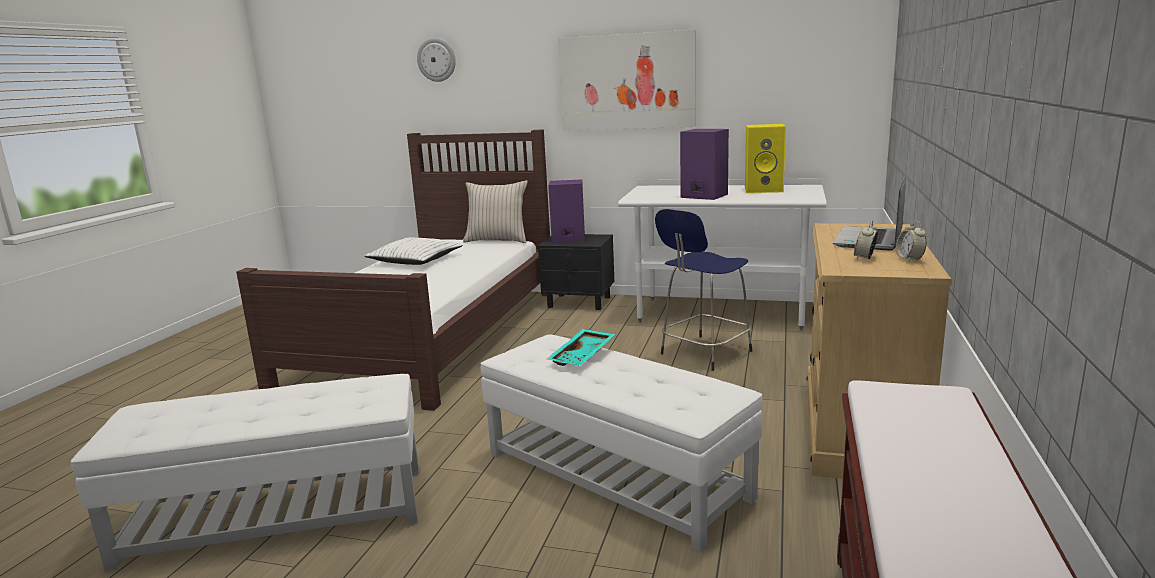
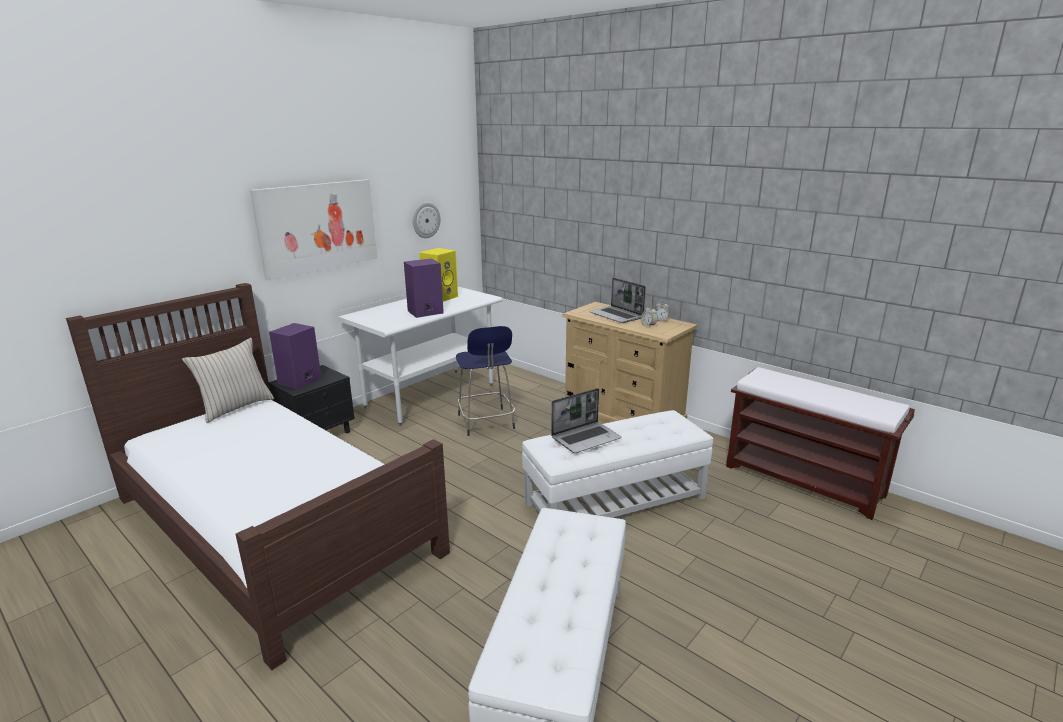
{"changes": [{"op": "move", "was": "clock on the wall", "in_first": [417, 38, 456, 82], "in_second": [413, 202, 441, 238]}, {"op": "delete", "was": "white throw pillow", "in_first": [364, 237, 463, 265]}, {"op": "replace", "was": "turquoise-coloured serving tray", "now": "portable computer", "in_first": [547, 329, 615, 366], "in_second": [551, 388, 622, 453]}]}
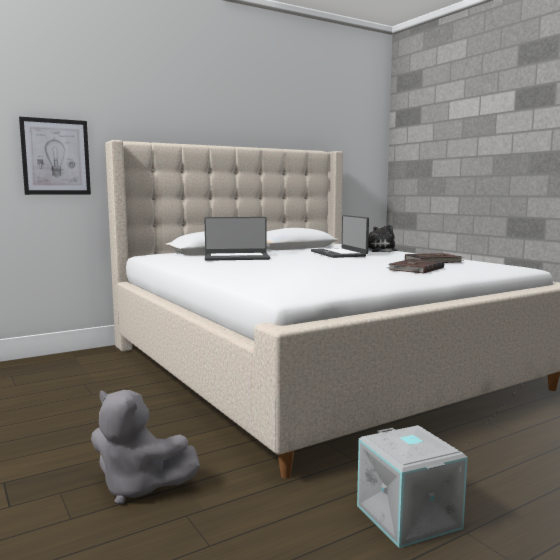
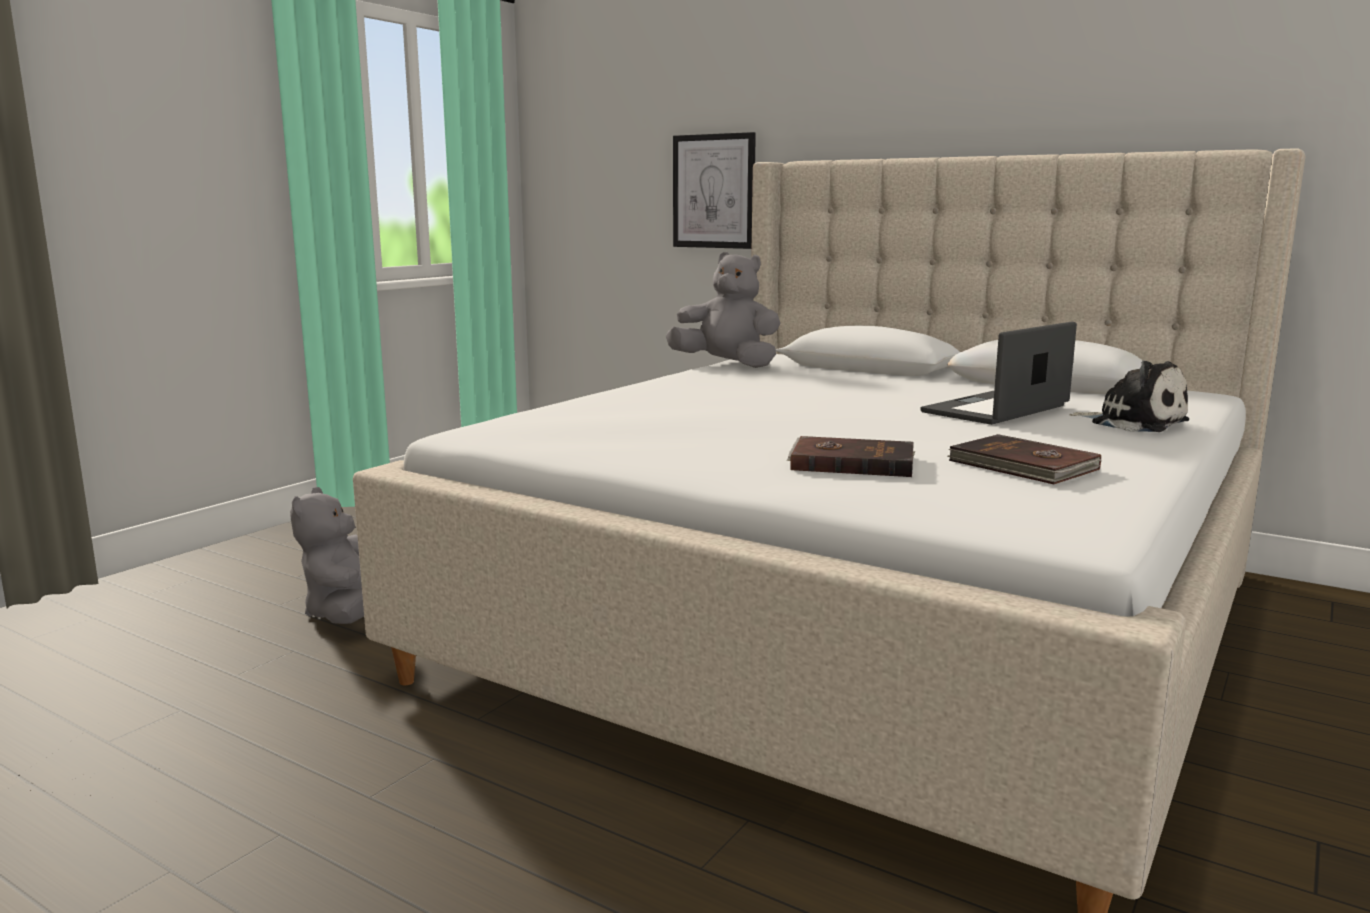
{"changes": [{"op": "delete", "was": "portable computer", "in_first": [204, 217, 270, 261]}, {"op": "delete", "was": "grey storage bin", "in_first": [357, 425, 468, 548]}, {"op": "insert", "now": "grey plush toy", "in_second": [666, 252, 780, 368]}]}
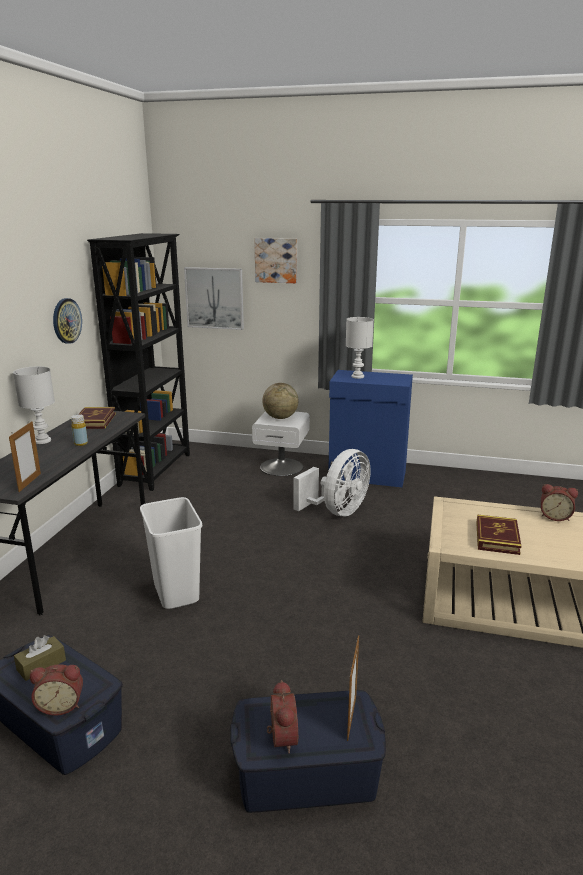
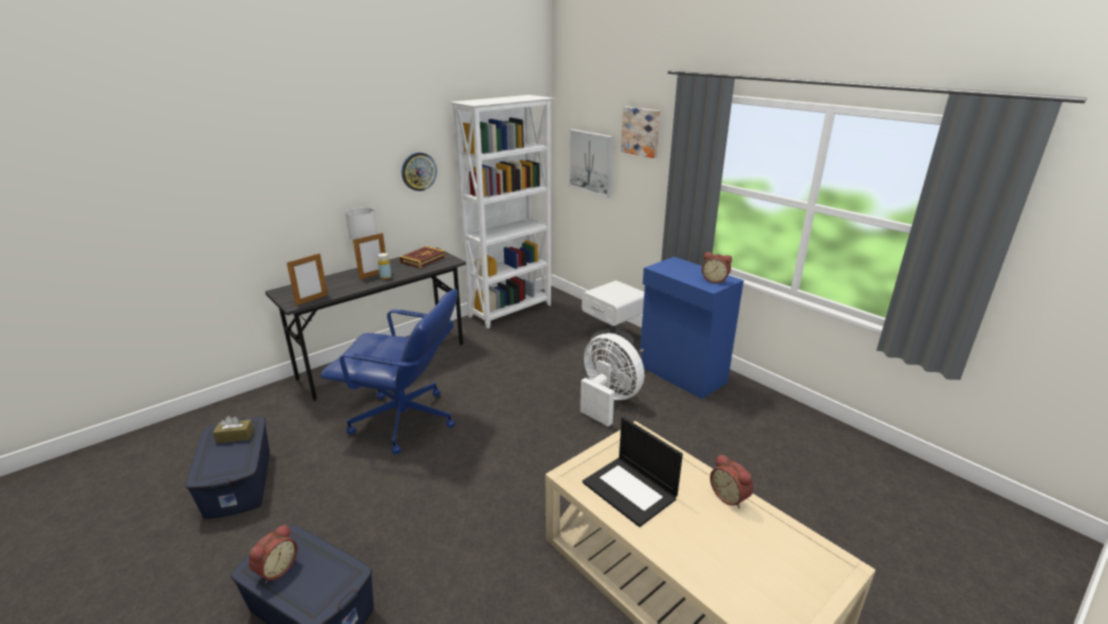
{"changes": [{"op": "recolor", "was": "blackish bookshelf", "now": "white bookshelf", "in_first": [87, 233, 190, 491], "in_second": [450, 95, 555, 329]}, {"op": "delete", "was": "white lamp for a table", "in_first": [346, 317, 374, 379]}, {"op": "delete", "was": "globe", "in_first": [262, 383, 299, 419]}, {"op": "rotate", "was": "white fan", "in_first": [294, 449, 371, 516], "in_second": [580, 333, 644, 426], "clockwise": -120}, {"op": "replace", "was": "white waste bin", "now": "blue-coloured office chair", "in_first": [140, 497, 202, 609], "in_second": [320, 289, 458, 454]}, {"op": "replace", "was": "book", "now": "portable computer", "in_first": [476, 514, 521, 555], "in_second": [582, 417, 683, 527]}, {"op": "move", "was": "standing frame", "in_first": [347, 635, 359, 741], "in_second": [353, 232, 386, 279]}, {"op": "move", "was": "alarm clock", "in_first": [30, 664, 83, 716], "in_second": [702, 252, 732, 283]}]}
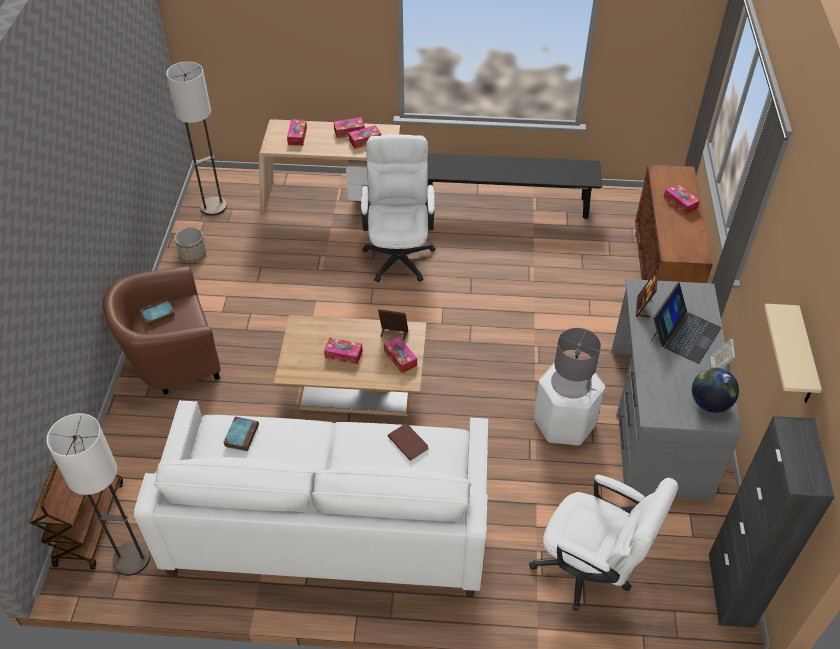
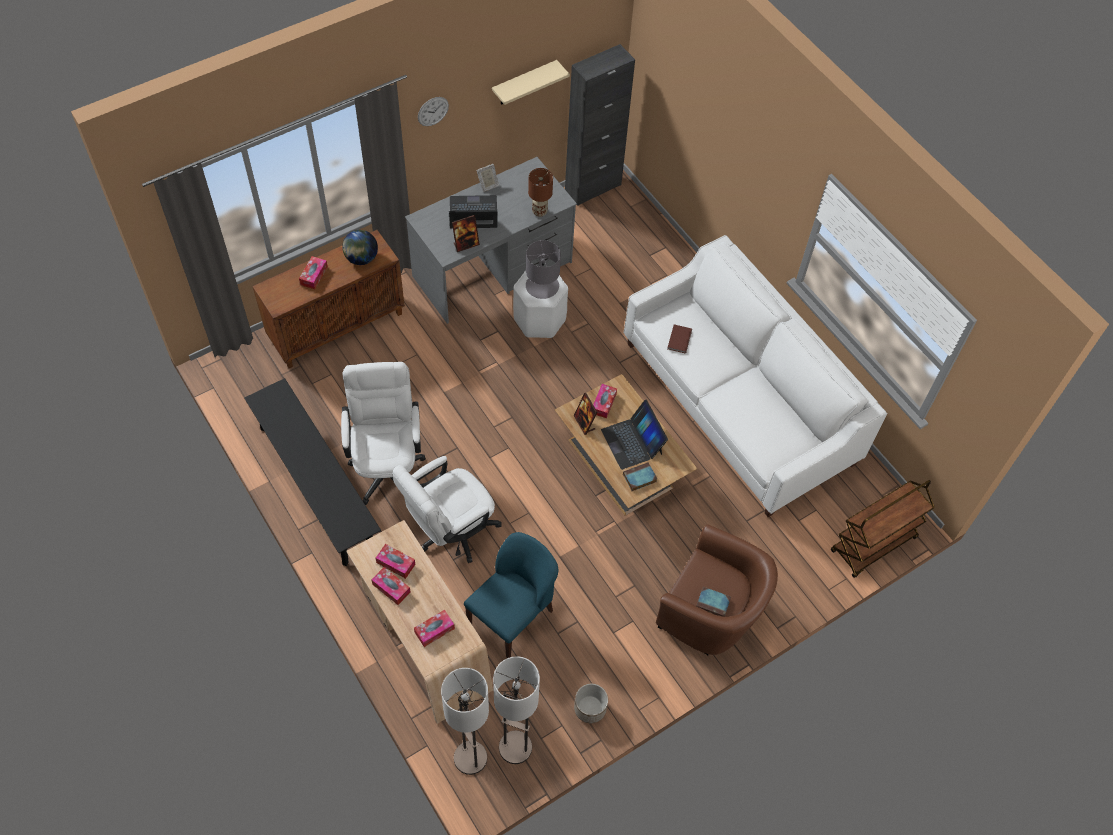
{"changes": [{"op": "replace", "was": "tissue box", "now": "portable computer", "in_first": [324, 338, 363, 365], "in_second": [601, 400, 668, 470]}, {"op": "move", "was": "globe", "in_first": [692, 367, 739, 413], "in_second": [342, 230, 378, 265]}, {"op": "move", "was": "floor lamp", "in_first": [46, 413, 150, 576], "in_second": [441, 668, 489, 775]}, {"op": "move", "was": "book", "in_first": [223, 417, 259, 451], "in_second": [623, 462, 657, 491]}, {"op": "move", "was": "white office chair", "in_first": [529, 475, 678, 611], "in_second": [341, 362, 426, 505]}, {"op": "insert", "now": "clock on the wall", "in_second": [418, 97, 449, 126]}, {"op": "insert", "now": "brown lamp for a table", "in_second": [528, 168, 553, 217]}, {"op": "insert", "now": "blue-coloured plain chair", "in_second": [464, 532, 558, 658]}]}
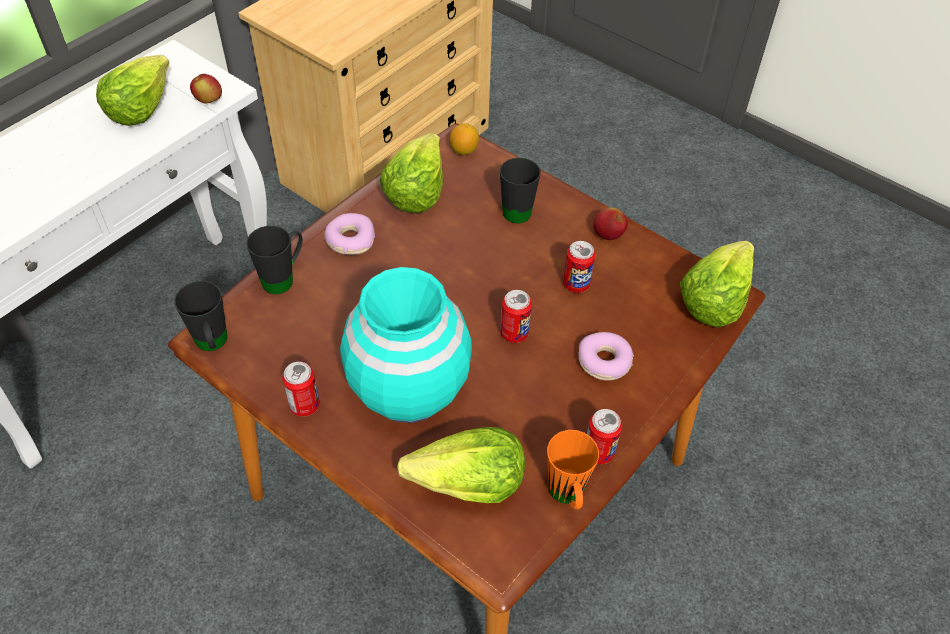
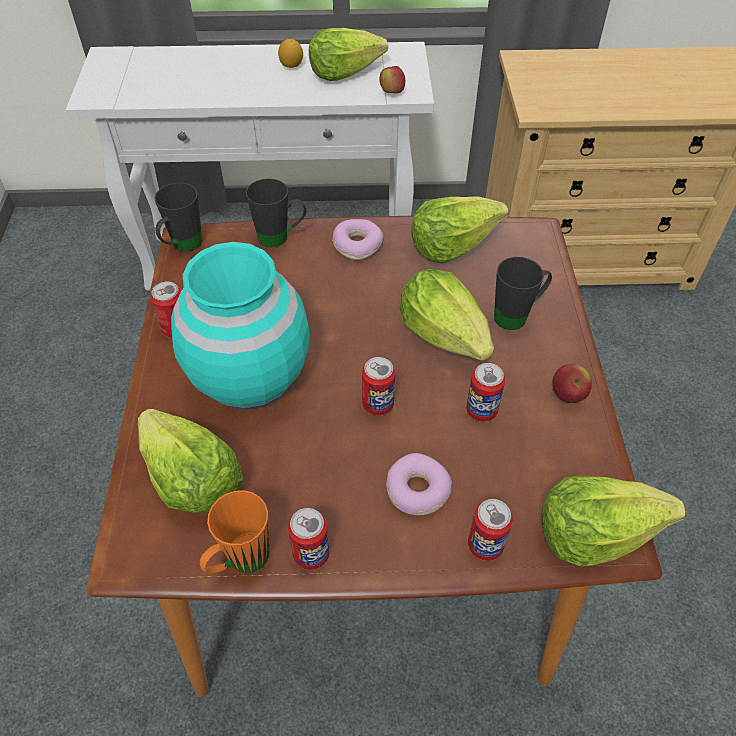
{"changes": [{"op": "move", "was": "whole lemon", "in_first": [449, 123, 479, 155], "in_second": [278, 39, 303, 68]}, {"op": "insert", "now": "lettuce head", "in_second": [400, 269, 494, 361]}, {"op": "insert", "now": "sealed can", "in_second": [468, 499, 513, 561]}]}
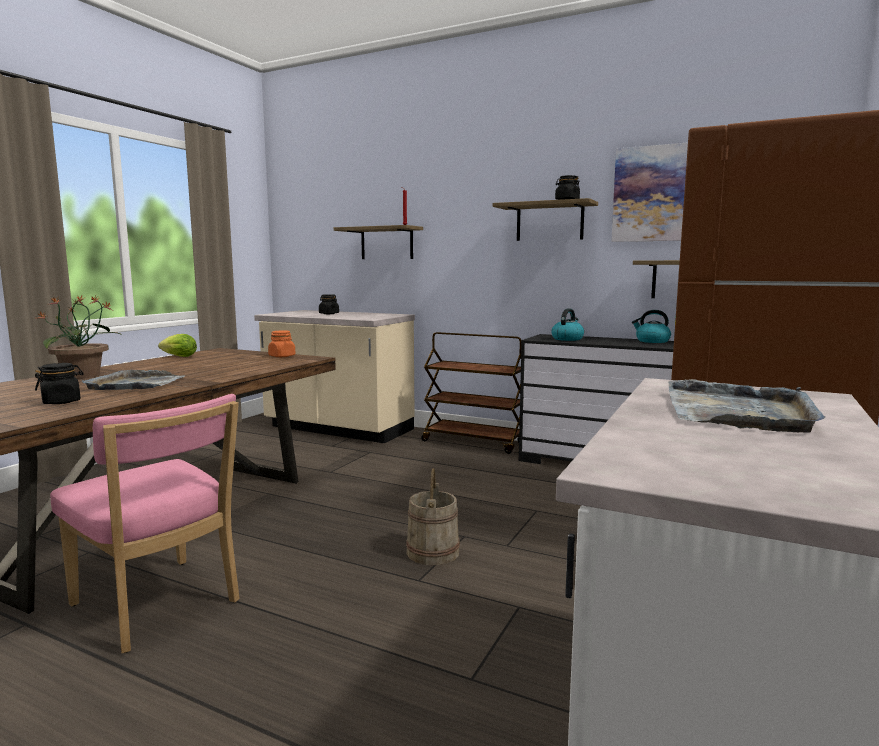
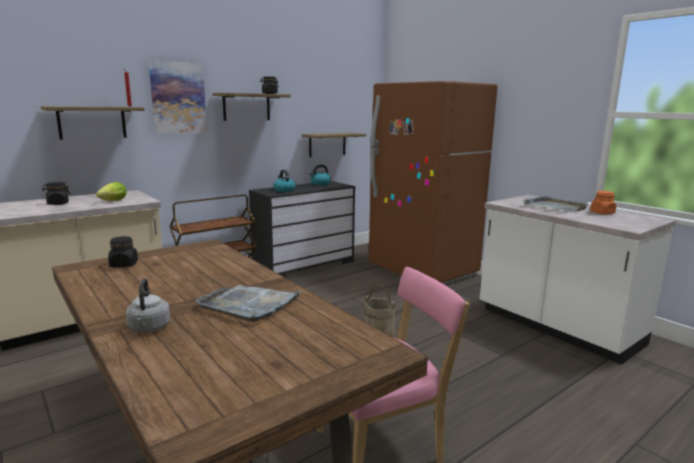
{"changes": [{"op": "move", "was": "wall art", "in_first": [611, 143, 688, 242], "in_second": [148, 60, 207, 134]}, {"op": "replace", "was": "houseplant", "now": "grey tea kettle", "in_first": [38, 295, 122, 379], "in_second": [126, 278, 170, 333]}, {"op": "move", "was": "orangey storage jar", "in_first": [268, 330, 296, 357], "in_second": [590, 191, 616, 214]}, {"op": "move", "was": "lettuce head", "in_first": [158, 334, 197, 357], "in_second": [96, 182, 127, 201]}, {"op": "move", "was": "blackish storage jar", "in_first": [35, 363, 84, 404], "in_second": [108, 236, 138, 268]}]}
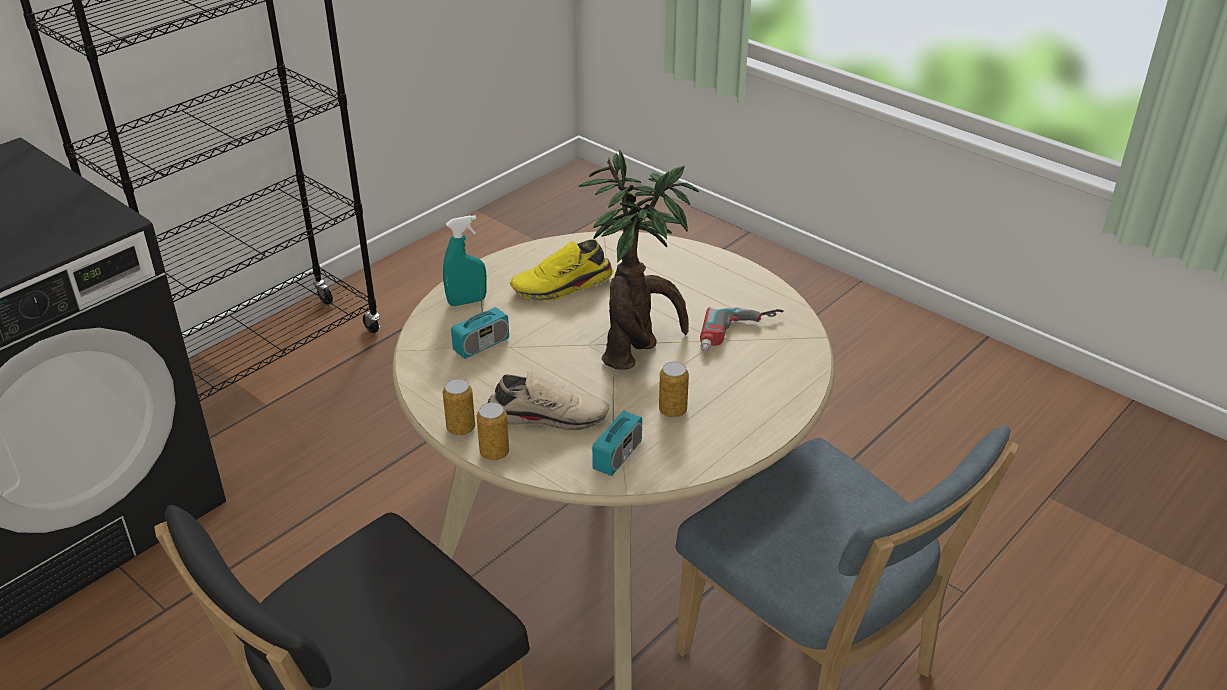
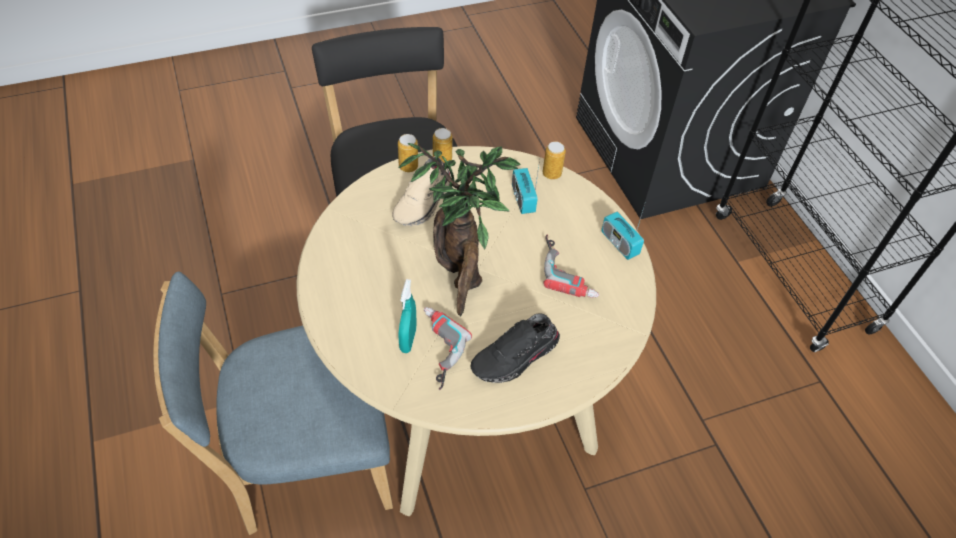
{"changes": [{"op": "move", "was": "turquoise-coloured spray bottle", "in_first": [443, 215, 487, 306], "in_second": [399, 279, 417, 353]}, {"op": "replace", "was": "yellow item of footwear", "now": "power drill", "in_first": [510, 239, 614, 301], "in_second": [543, 235, 599, 298]}, {"op": "move", "was": "sealed can", "in_first": [659, 362, 689, 418], "in_second": [543, 142, 566, 179]}, {"op": "move", "was": "radio", "in_first": [592, 389, 642, 476], "in_second": [601, 201, 646, 260]}, {"op": "insert", "now": "blackish item of footwear", "in_second": [471, 313, 560, 383]}]}
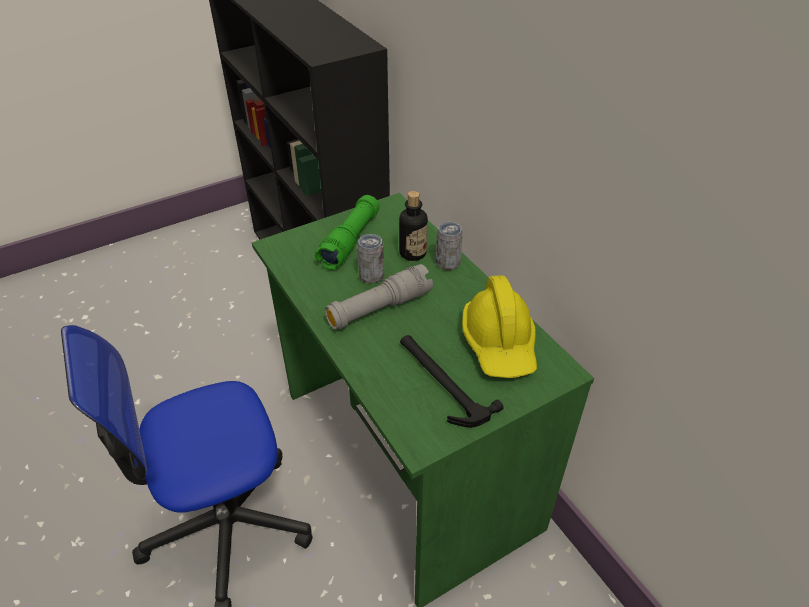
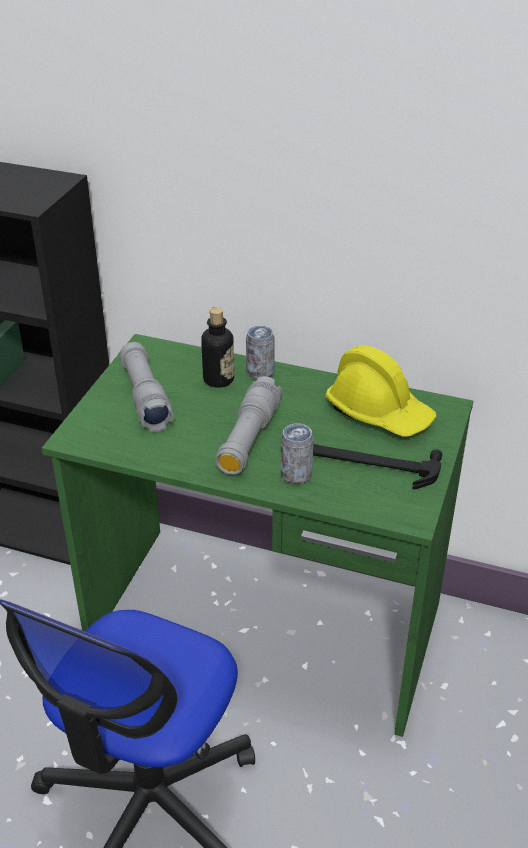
{"changes": [{"op": "recolor", "was": "green hand torch", "now": "grey hand torch", "in_first": [315, 195, 379, 270], "in_second": [120, 342, 174, 432]}, {"op": "move", "was": "sealed can", "in_first": [357, 234, 384, 283], "in_second": [281, 423, 313, 484]}]}
